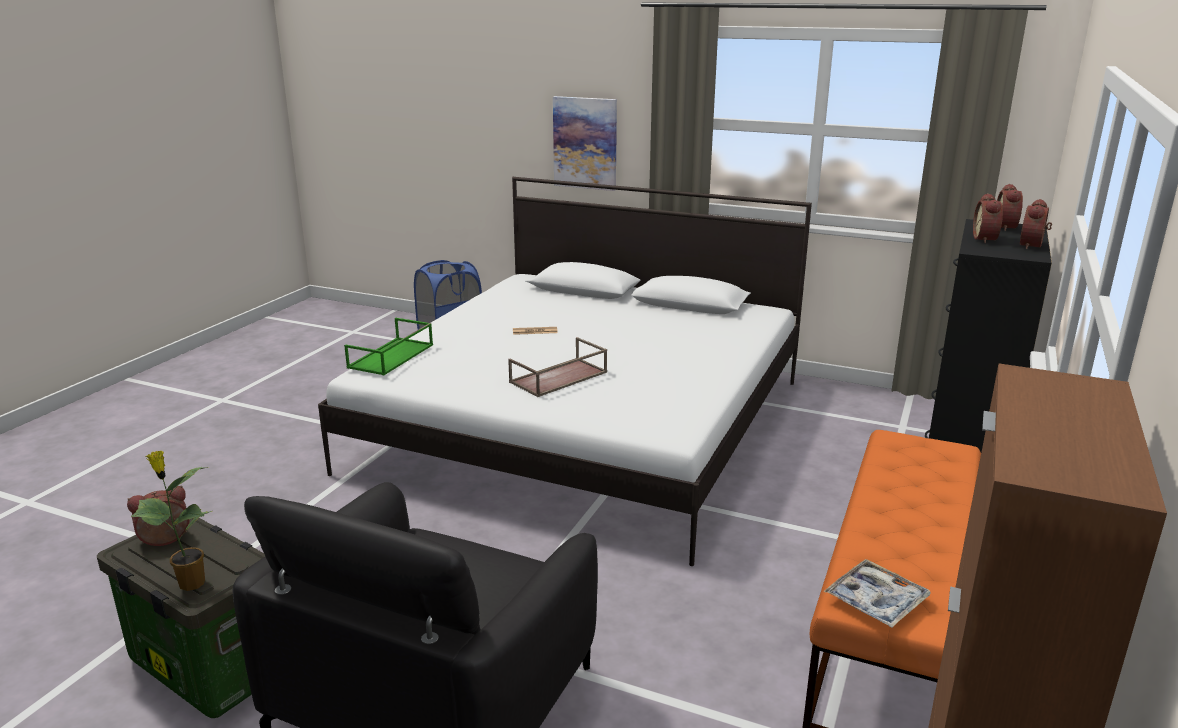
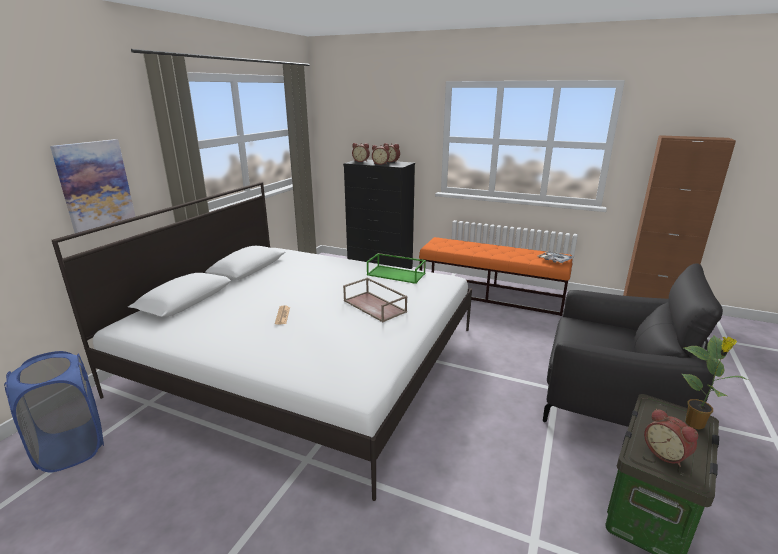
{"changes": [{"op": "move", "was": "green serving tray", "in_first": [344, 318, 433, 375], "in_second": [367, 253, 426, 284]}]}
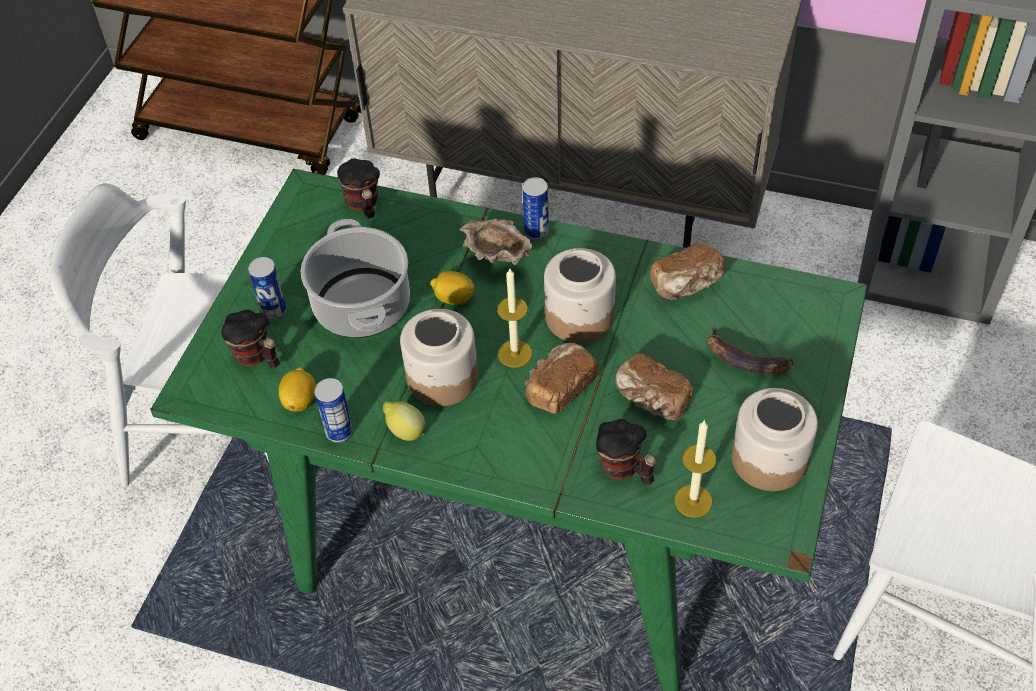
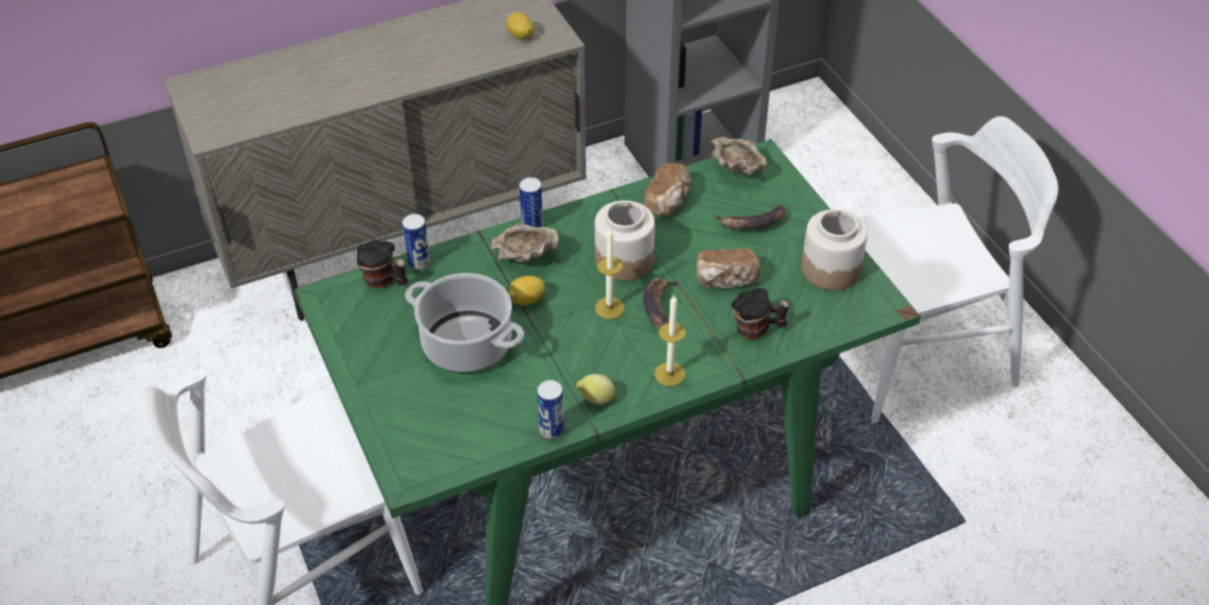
{"changes": [{"op": "move", "was": "sealed can", "in_first": [248, 257, 286, 320], "in_second": [402, 214, 430, 270]}, {"op": "delete", "was": "storage jar", "in_first": [400, 309, 478, 407]}, {"op": "delete", "was": "tea mug", "in_first": [221, 310, 280, 368]}, {"op": "replace", "was": "bread", "now": "whole banana", "in_first": [525, 343, 599, 414], "in_second": [643, 278, 681, 329]}, {"op": "move", "was": "whole lemon", "in_first": [279, 367, 316, 411], "in_second": [506, 12, 534, 39]}, {"op": "move", "was": "wax candle", "in_first": [675, 420, 716, 518], "in_second": [655, 295, 686, 386]}, {"op": "insert", "now": "beige bowl", "in_second": [711, 137, 766, 175]}]}
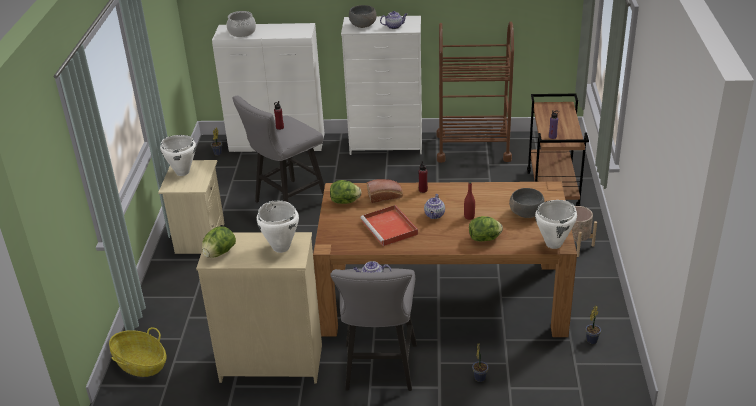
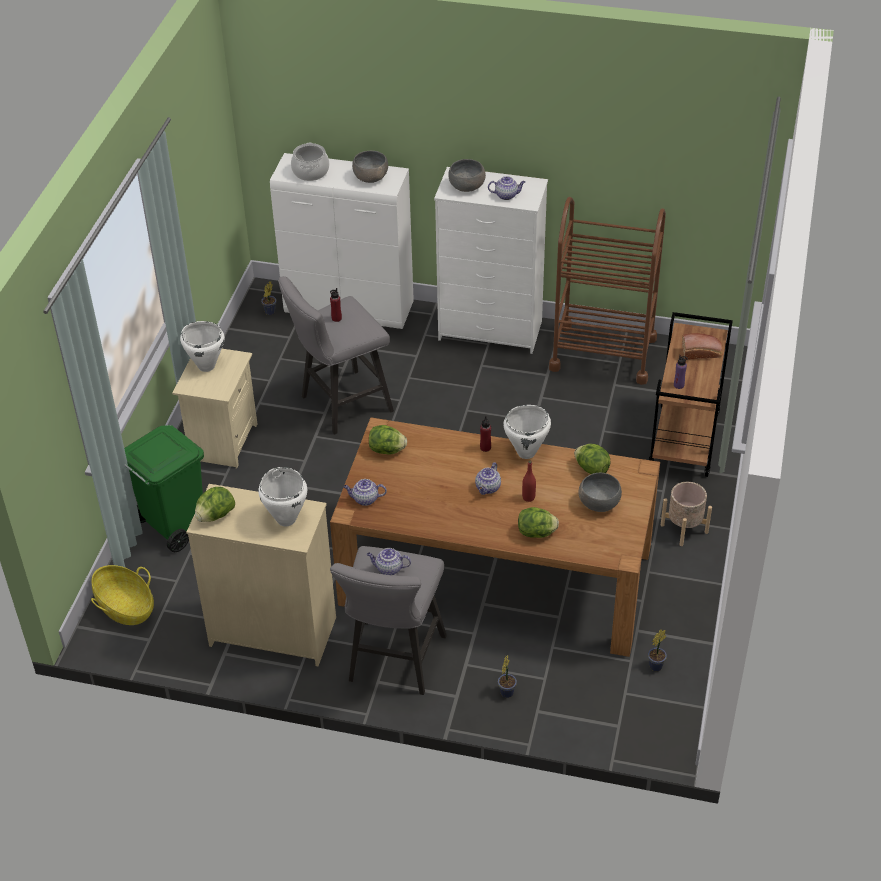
{"changes": [{"op": "move", "was": "bread", "in_first": [367, 179, 403, 203], "in_second": [682, 333, 723, 360]}, {"op": "move", "was": "white stockpot", "in_first": [535, 200, 577, 249], "in_second": [503, 405, 551, 459]}, {"op": "delete", "was": "reddish serving tray", "in_first": [360, 205, 418, 246]}, {"op": "insert", "now": "grey bowl", "in_second": [352, 151, 388, 183]}, {"op": "insert", "now": "green waste bin", "in_second": [124, 425, 204, 552]}, {"op": "insert", "now": "lettuce head", "in_second": [574, 444, 610, 474]}, {"op": "insert", "now": "tea pot", "in_second": [343, 479, 387, 506]}]}
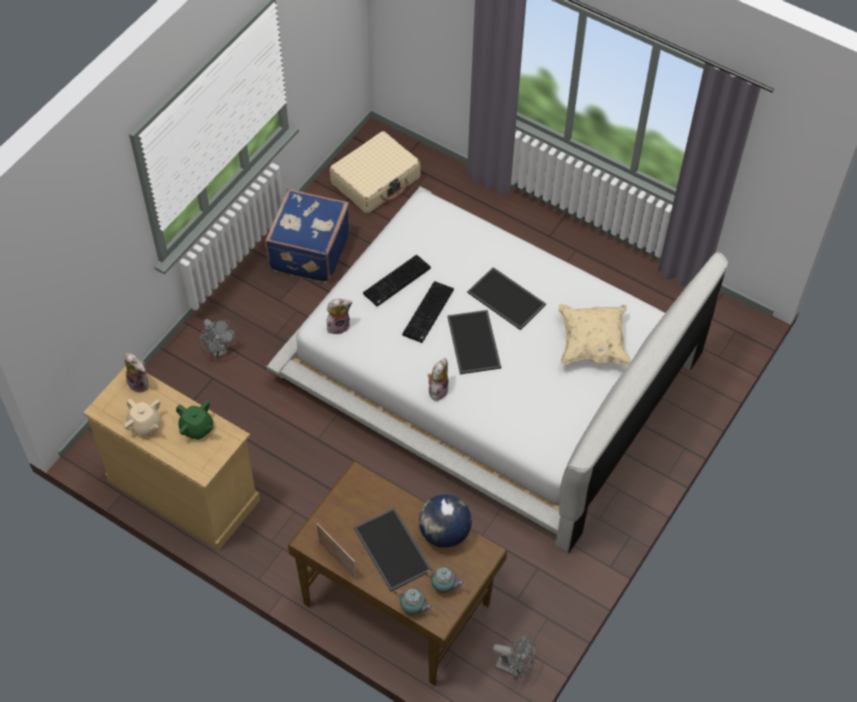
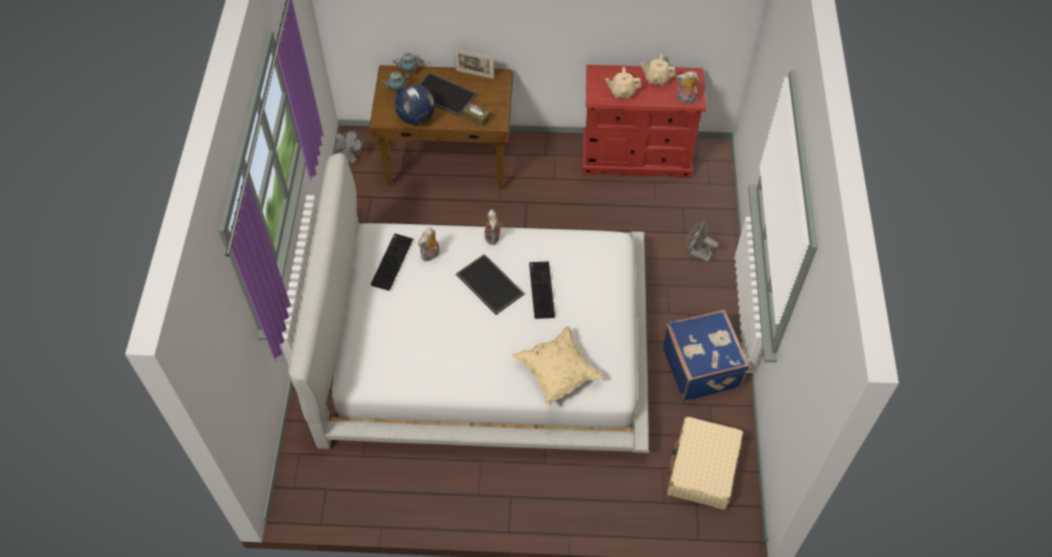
{"changes": [{"op": "move", "was": "PC keyboard", "in_first": [363, 255, 431, 307], "in_second": [371, 233, 413, 291]}, {"op": "delete", "was": "serving tray", "in_first": [467, 267, 546, 330]}, {"op": "move", "was": "plush toy", "in_first": [326, 298, 353, 334], "in_second": [418, 228, 440, 261]}, {"op": "move", "was": "beige throw pillow", "in_first": [558, 304, 631, 365], "in_second": [512, 326, 603, 407]}, {"op": "recolor", "was": "beige dresser", "now": "reddish dresser", "in_first": [83, 366, 260, 551], "in_second": [583, 65, 706, 178]}, {"op": "recolor", "was": "green tea pot", "now": "beige tea pot", "in_first": [176, 401, 215, 440], "in_second": [605, 67, 641, 98]}, {"op": "rotate", "was": "grey fan", "in_first": [493, 634, 535, 679], "in_second": [334, 131, 363, 165], "clockwise": -120}, {"op": "insert", "now": "brown tissue box", "in_second": [463, 103, 490, 127]}]}
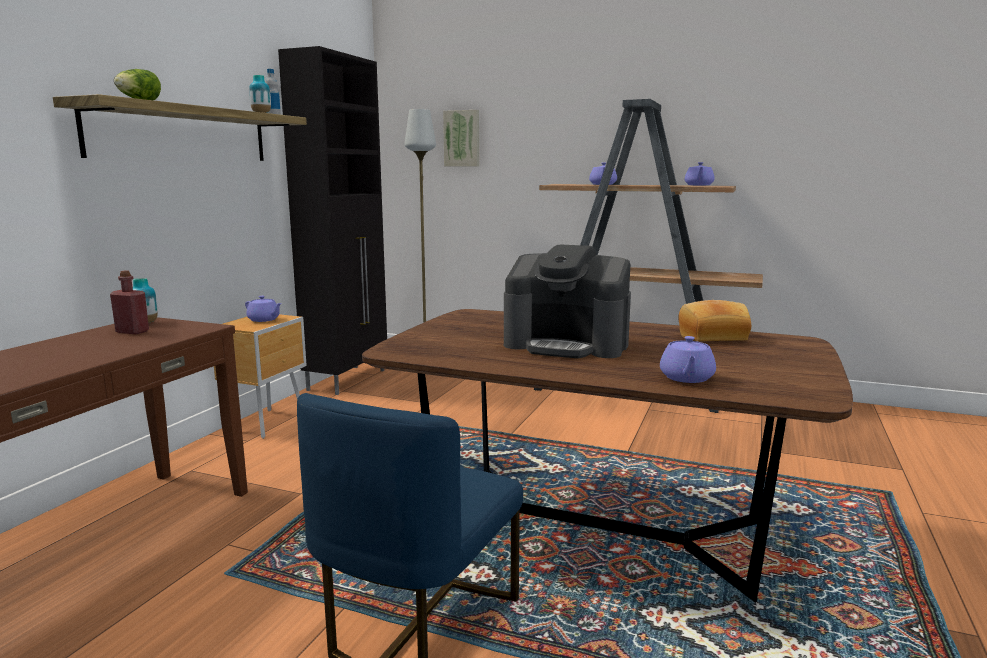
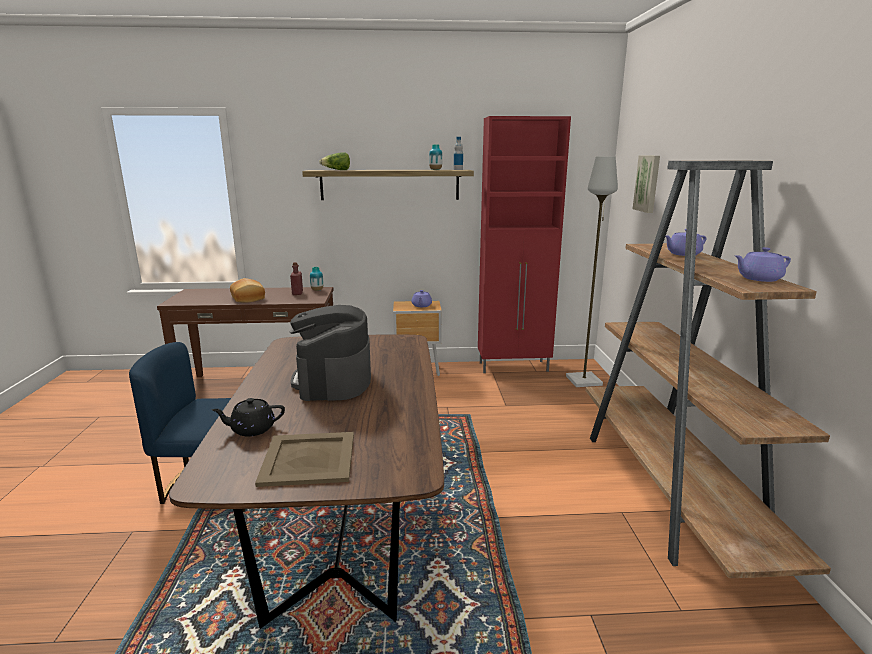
{"changes": [{"op": "recolor", "was": "blackish cupboard", "now": "reddish cupboard", "in_first": [278, 46, 387, 395], "in_second": [478, 116, 571, 373]}, {"op": "move", "was": "bread", "in_first": [678, 300, 751, 341], "in_second": [230, 278, 265, 302]}, {"op": "recolor", "was": "purple tea pot", "now": "blackish tea pot", "in_first": [660, 336, 716, 383], "in_second": [212, 398, 285, 437]}, {"op": "insert", "now": "beige serving tray", "in_second": [255, 432, 354, 487]}]}
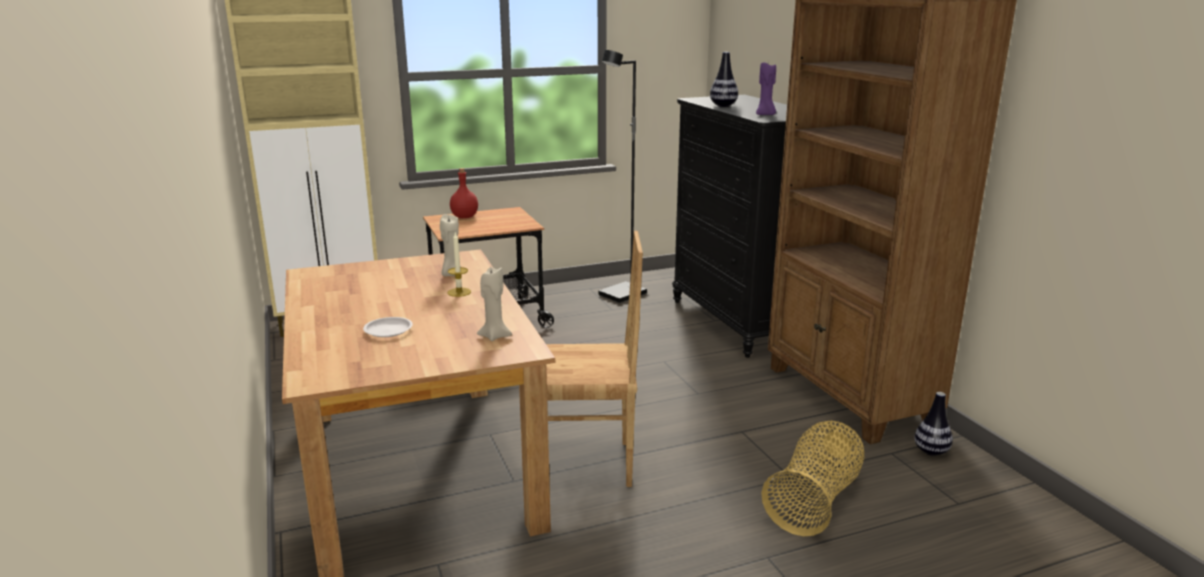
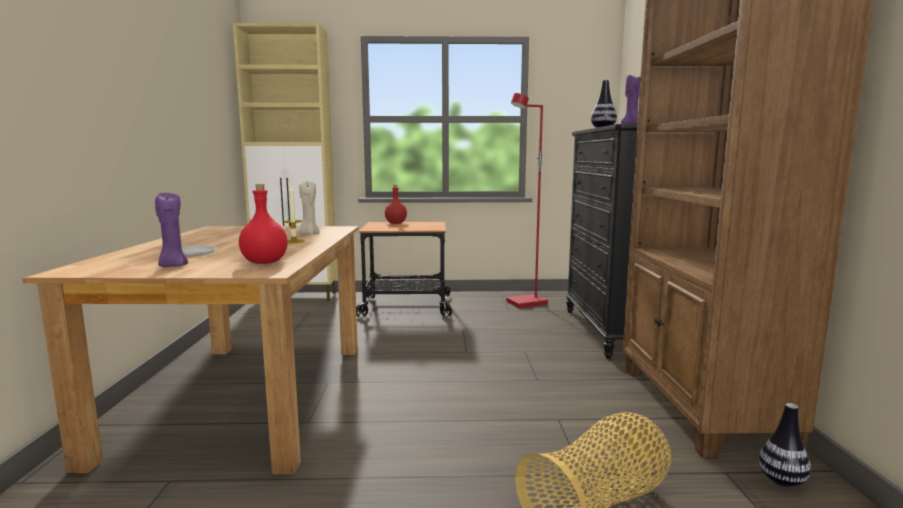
{"changes": [{"op": "recolor", "was": "blackish floor lamp", "now": "reddish floor lamp", "in_first": [598, 50, 647, 303], "in_second": [506, 93, 548, 308]}, {"op": "delete", "was": "brown plain chair", "in_first": [546, 231, 643, 487]}, {"op": "replace", "was": "beige wax candle", "now": "reddish beverage bottle", "in_first": [477, 267, 512, 341], "in_second": [239, 184, 288, 264]}, {"op": "insert", "now": "purple wax candle", "in_second": [155, 193, 188, 267]}]}
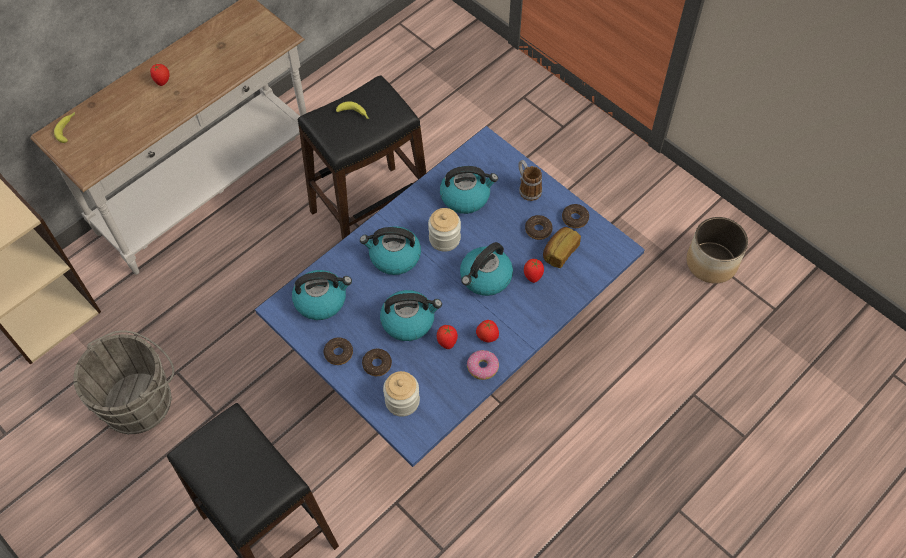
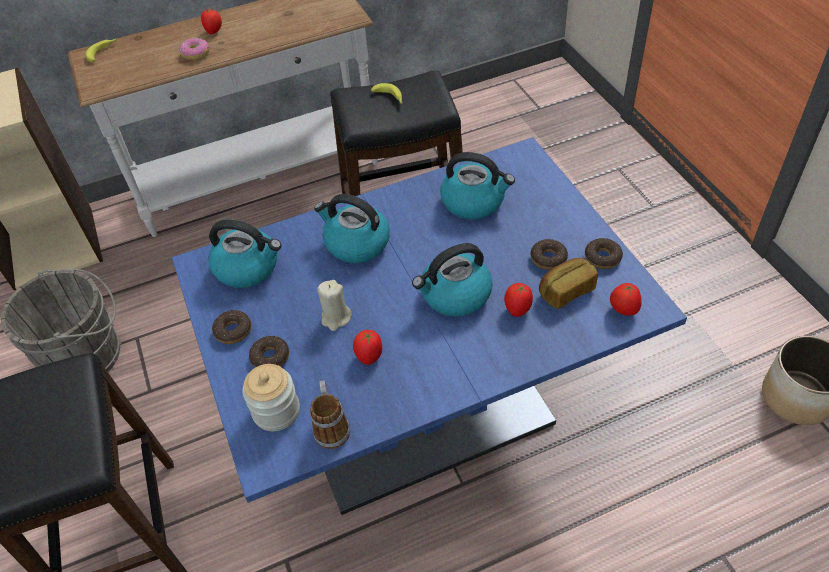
{"changes": [{"op": "move", "was": "tea mug", "in_first": [518, 160, 542, 201], "in_second": [310, 380, 350, 449]}, {"op": "delete", "was": "storage jar", "in_first": [428, 208, 461, 252]}, {"op": "replace", "was": "tea kettle", "now": "beige wax candle", "in_first": [380, 290, 442, 341], "in_second": [317, 280, 352, 331]}, {"op": "move", "was": "whole tomato", "in_first": [476, 320, 499, 342], "in_second": [610, 283, 641, 316]}, {"op": "move", "was": "doughnut", "in_first": [467, 350, 499, 380], "in_second": [179, 38, 209, 60]}]}
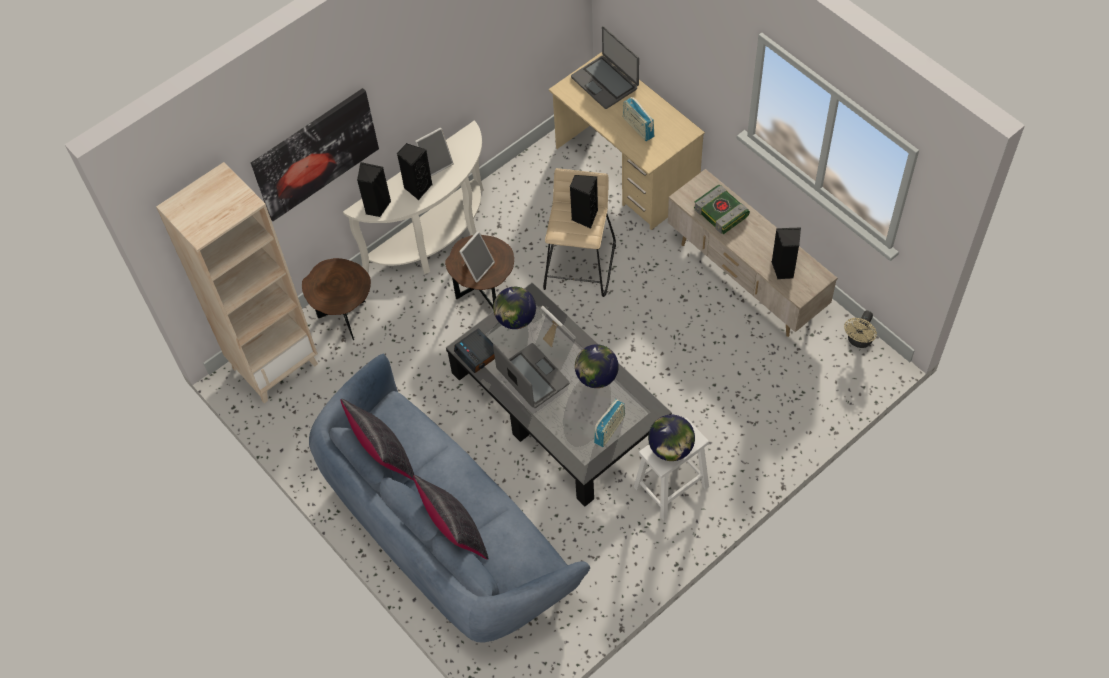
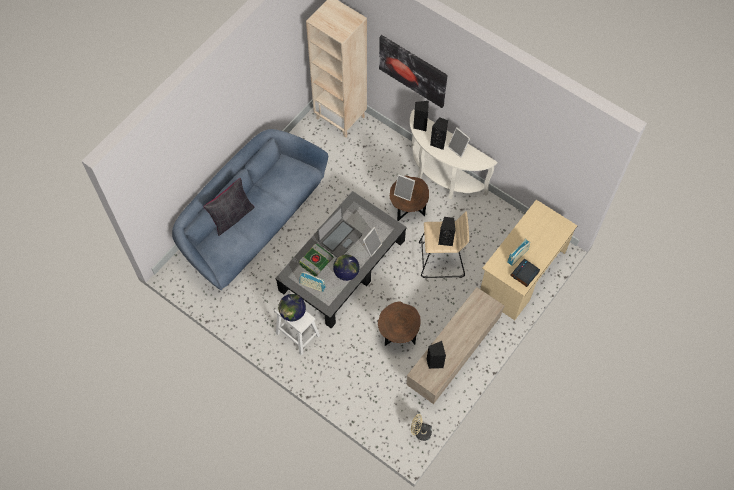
{"changes": [{"op": "delete", "was": "portable computer", "in_first": [571, 26, 639, 109]}, {"op": "move", "was": "book", "in_first": [694, 185, 750, 234], "in_second": [299, 243, 333, 277]}, {"op": "move", "was": "brown end table", "in_first": [302, 258, 371, 340], "in_second": [378, 301, 421, 346]}, {"op": "delete", "was": "globe", "in_first": [493, 287, 536, 329]}, {"op": "move", "was": "alarm clock", "in_first": [454, 328, 495, 373], "in_second": [510, 259, 540, 287]}, {"op": "delete", "was": "blackish throw pillow", "in_first": [340, 399, 414, 481]}]}
